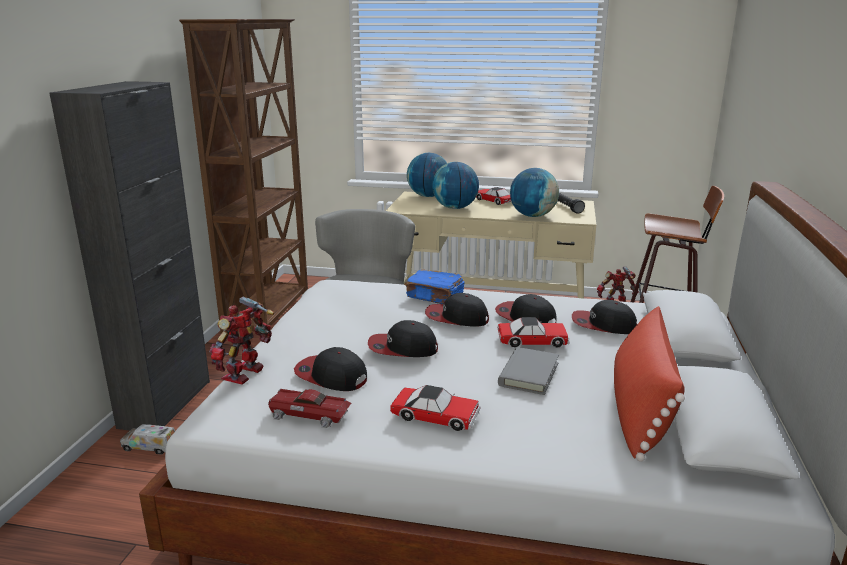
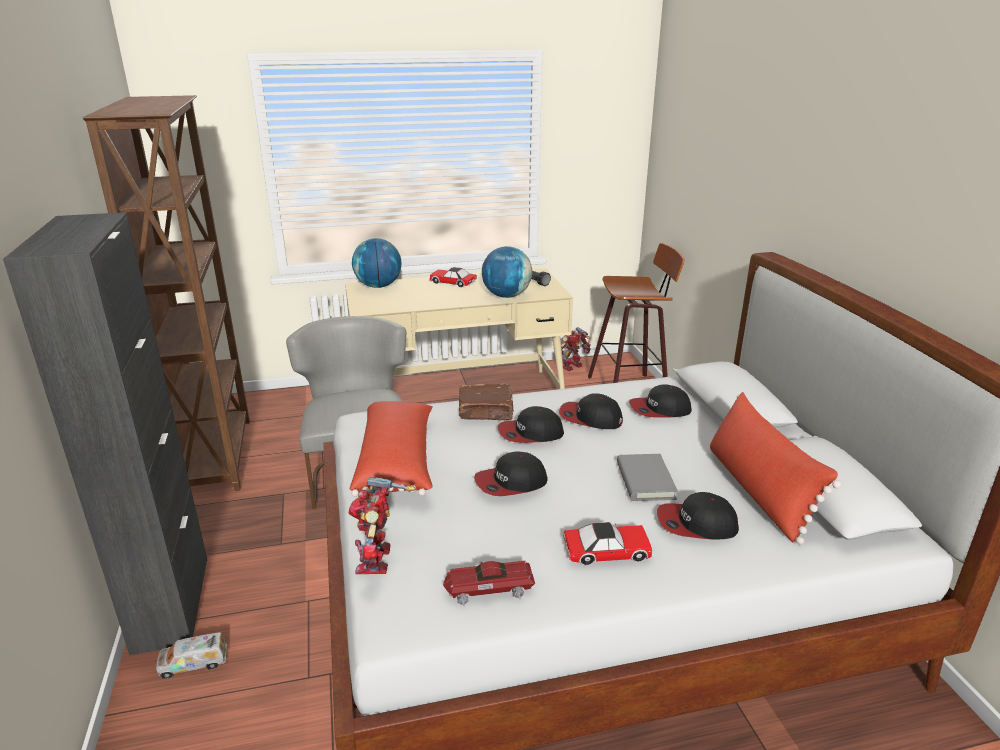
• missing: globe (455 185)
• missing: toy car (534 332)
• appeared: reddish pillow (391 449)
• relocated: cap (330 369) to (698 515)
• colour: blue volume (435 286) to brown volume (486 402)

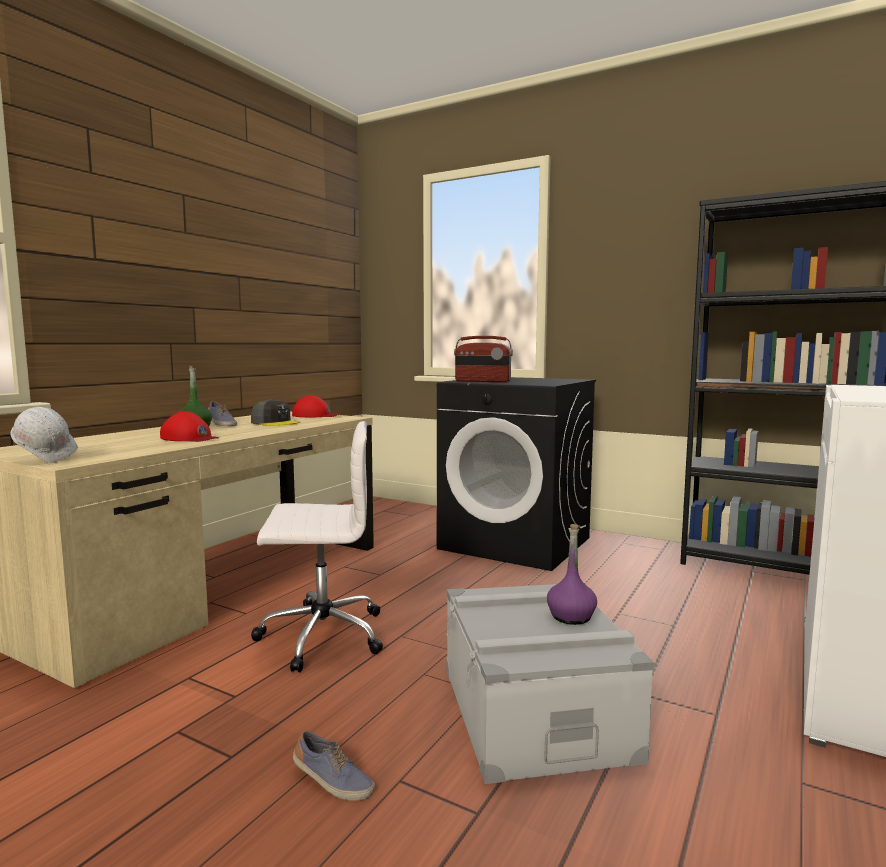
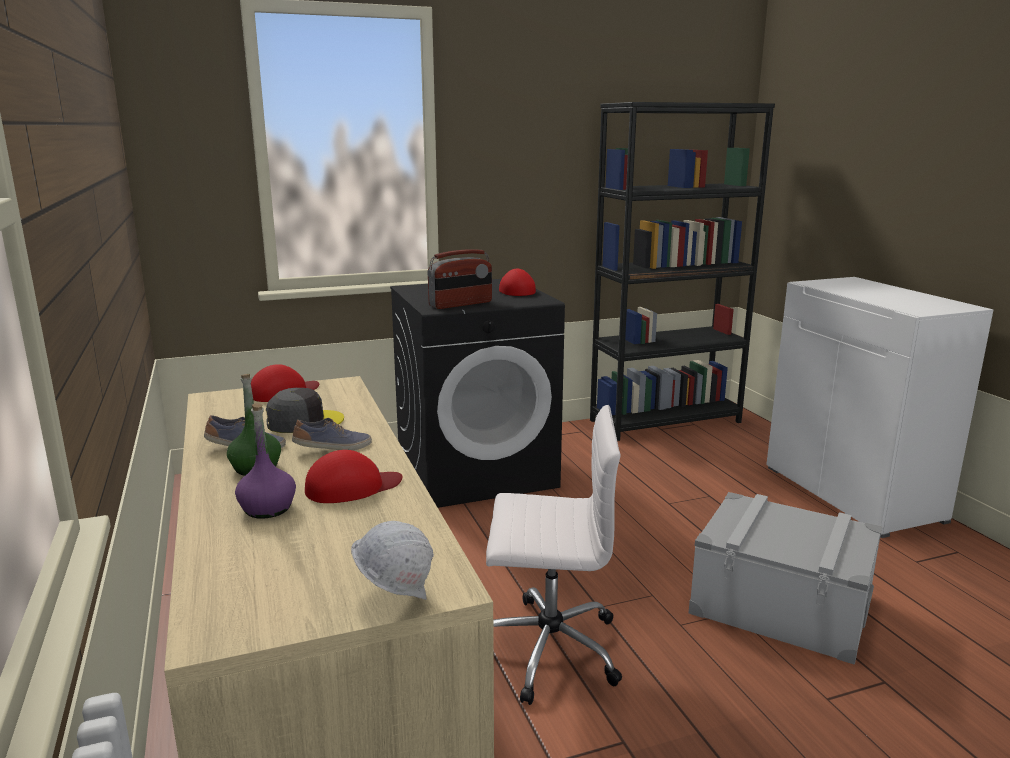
• appeared: reddish cap (517 282)
• relocated: shoe (334 765) to (332 434)
• relocated: purplish drink bottle (572 574) to (265 461)
• spun: white-coloured desk chair (317 546) = (554 555) 60 degrees clockwise

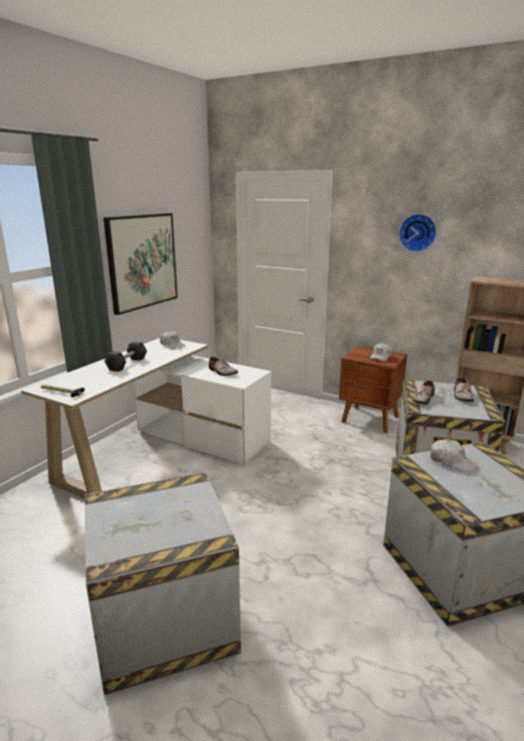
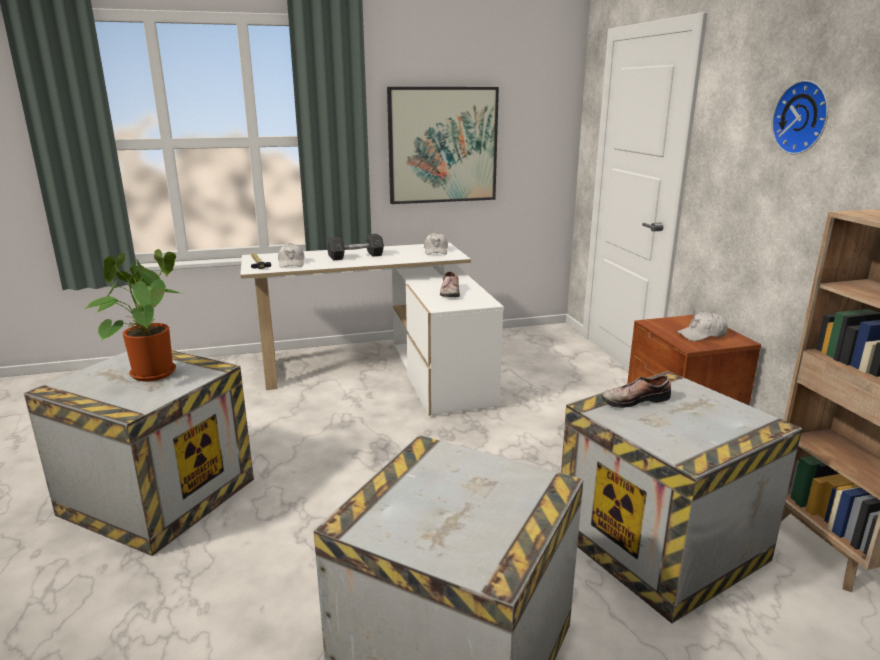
• missing: shoe (464 389)
• appeared: plant in a pot (133 315)
• relocated: white-coloured cap (453 455) to (291 255)

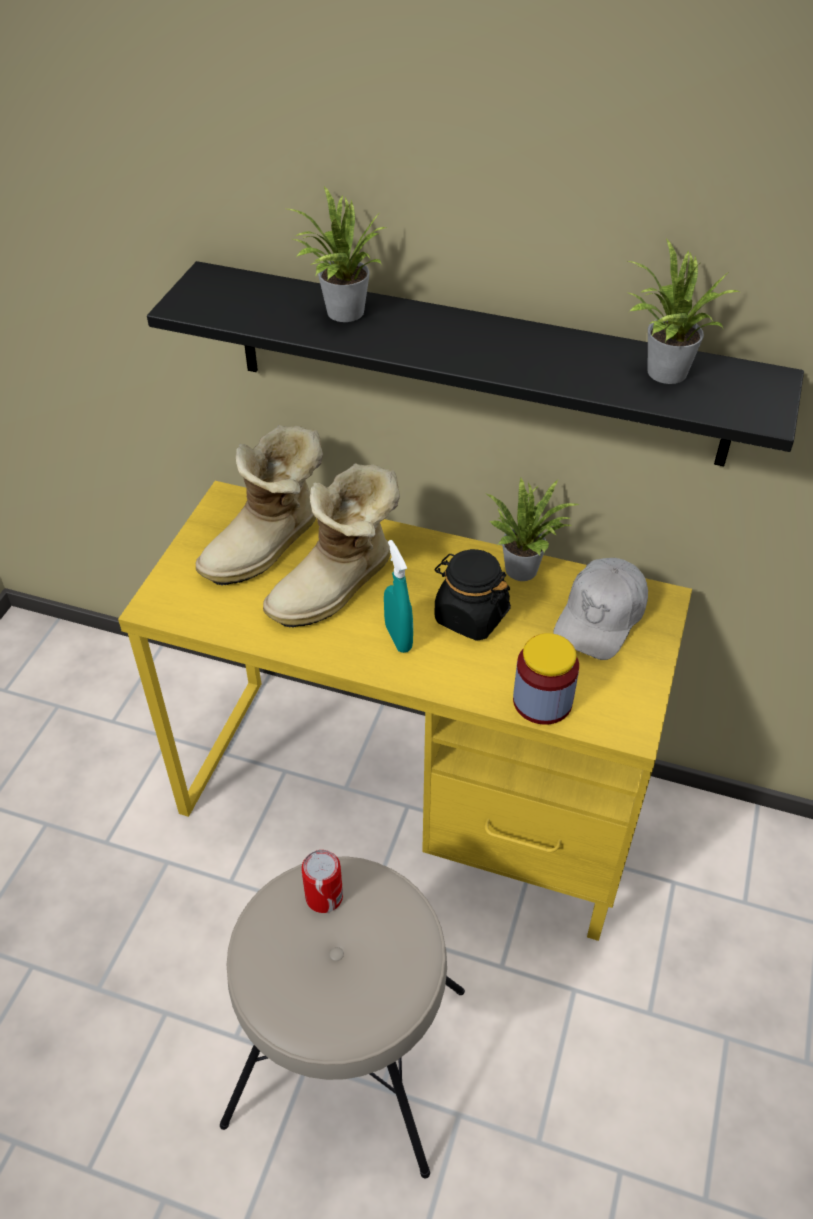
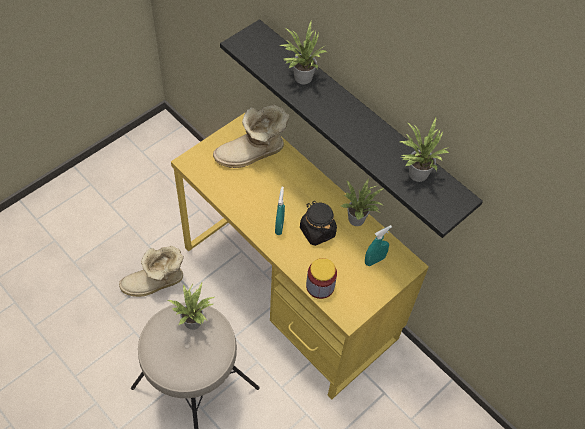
• relocated: tall boot (331 545) to (151 271)
• exchanged: sealed can (322 881) to plant in a pot (191 306)
• exchanged: white-coloured cap (600 609) to turquoise-coloured hand sprayer (378 245)

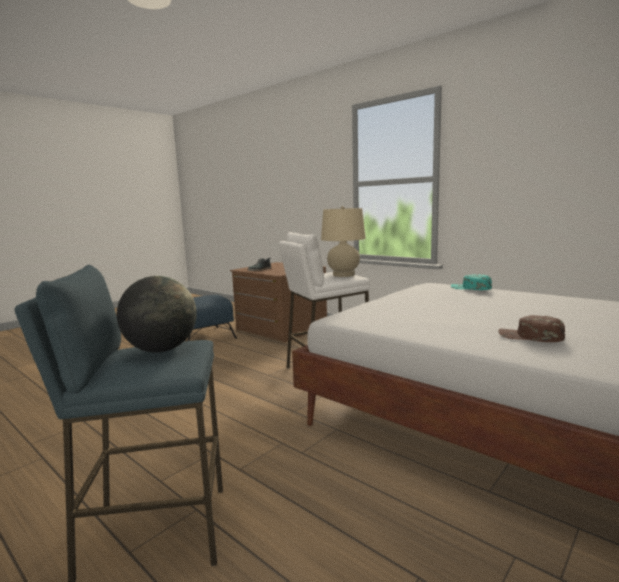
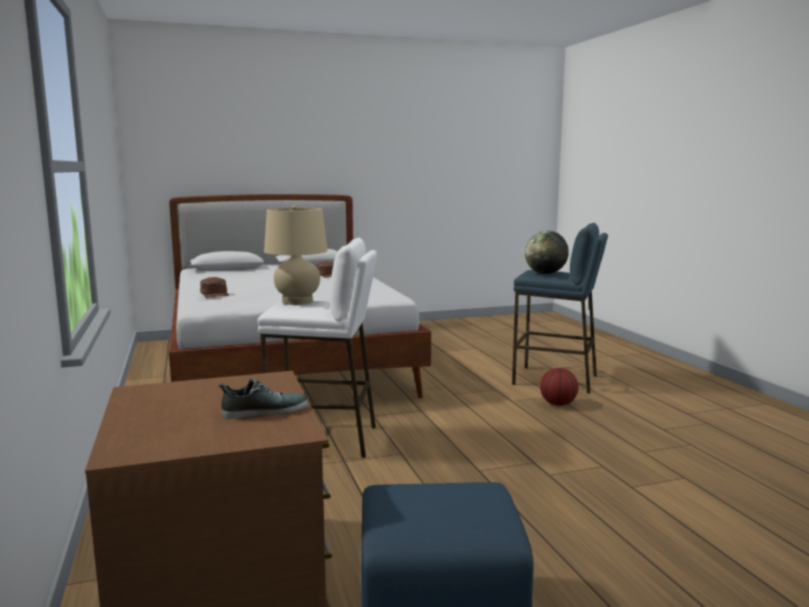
• appeared: ball for basketball (559 387)
• colour: turquoise-coloured cap (471 282) to brown cap (214 287)

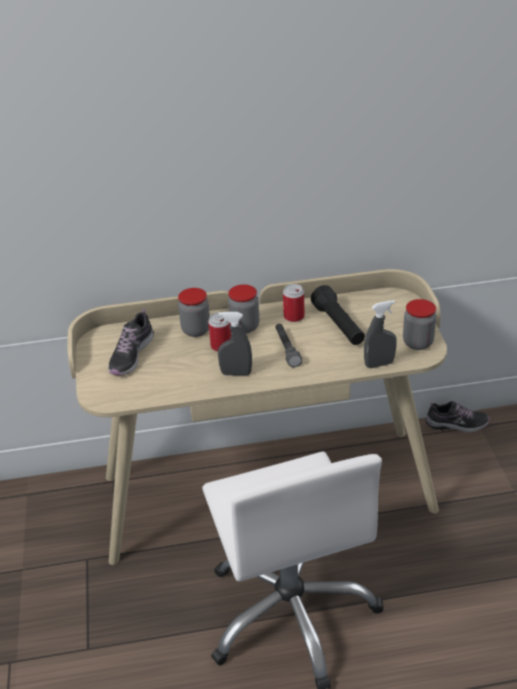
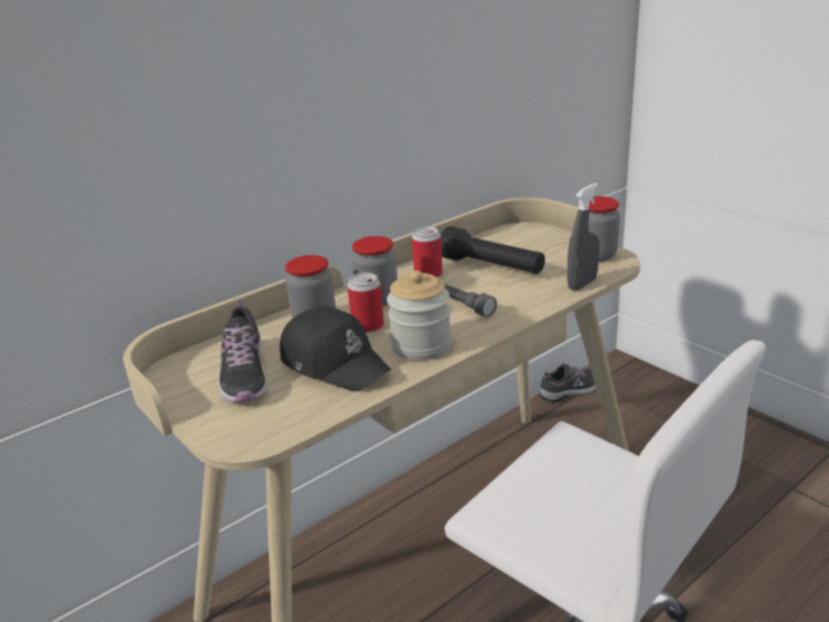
• appeared: blackish cap (336 348)
• exchanged: gray hand sprayer (235 344) to jar (419 315)

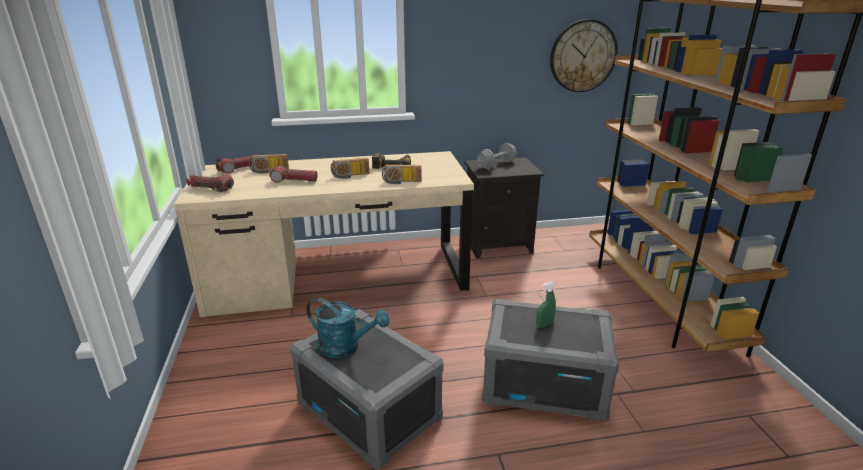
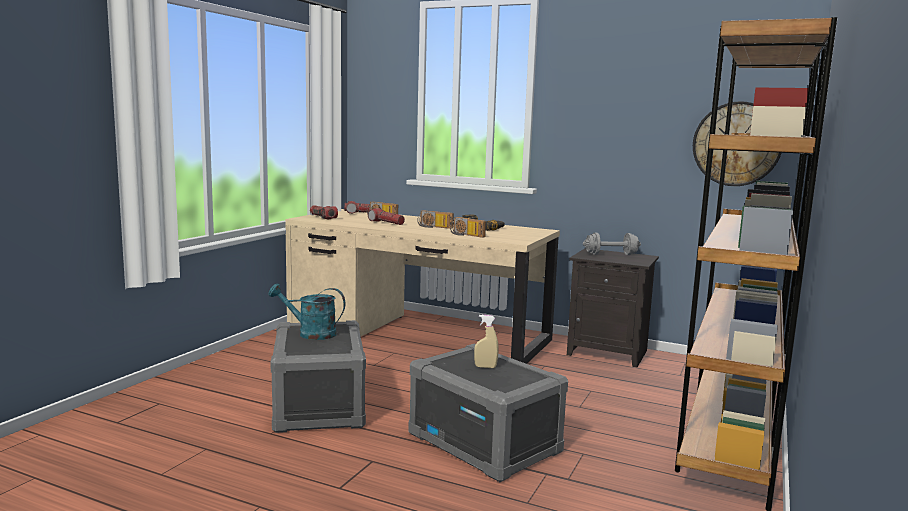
• colour: greenish hand sprayer (546 304) to sand-coloured hand sprayer (486 341)
• spun: turquoise-coloured sprinkling can (347 327) = (306 311) 135 degrees clockwise

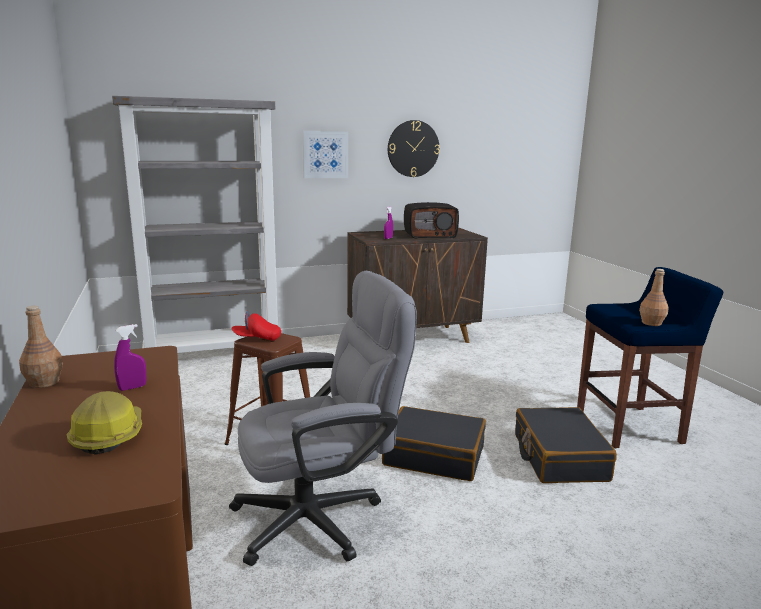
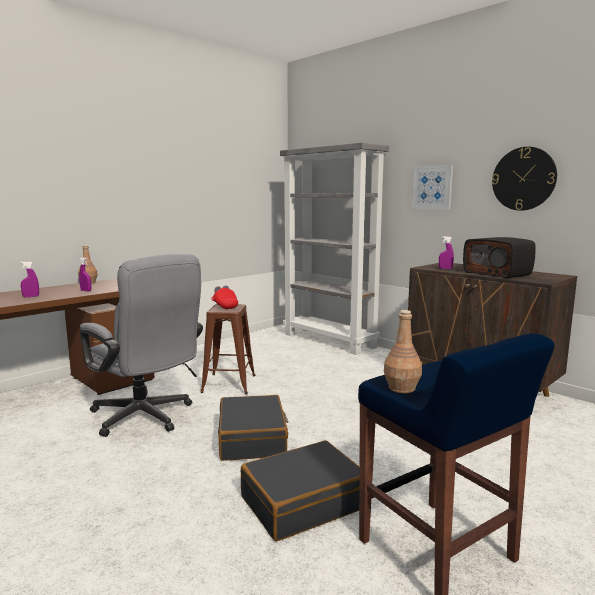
• exchanged: work helmet (104 423) to purplish hand sprayer (29 279)

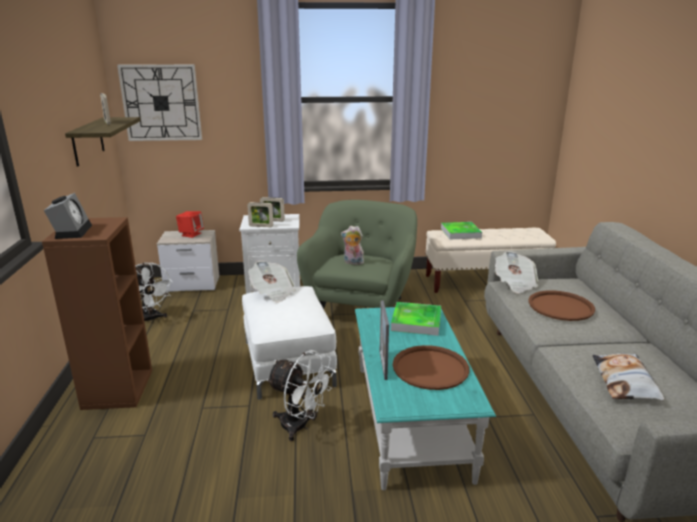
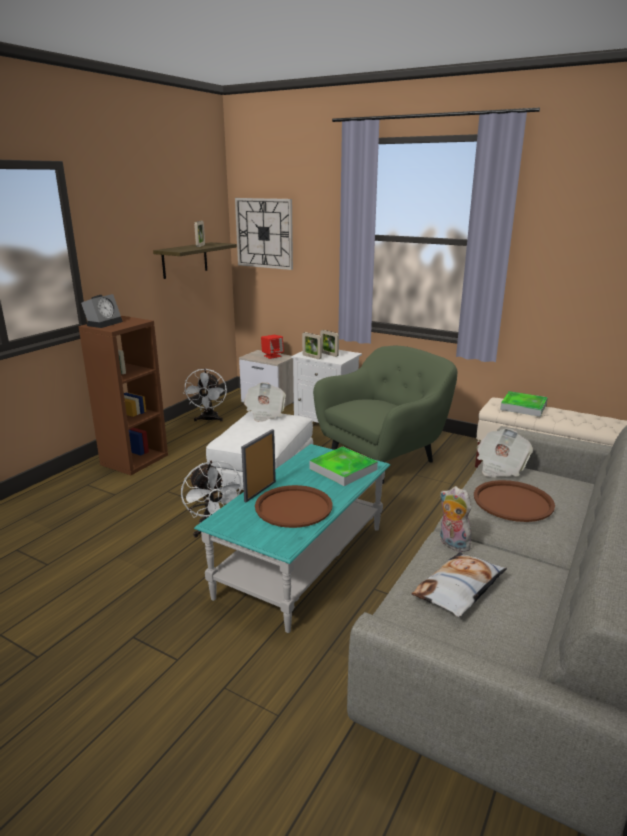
• relocated: cuddly toy (352 245) to (455 519)

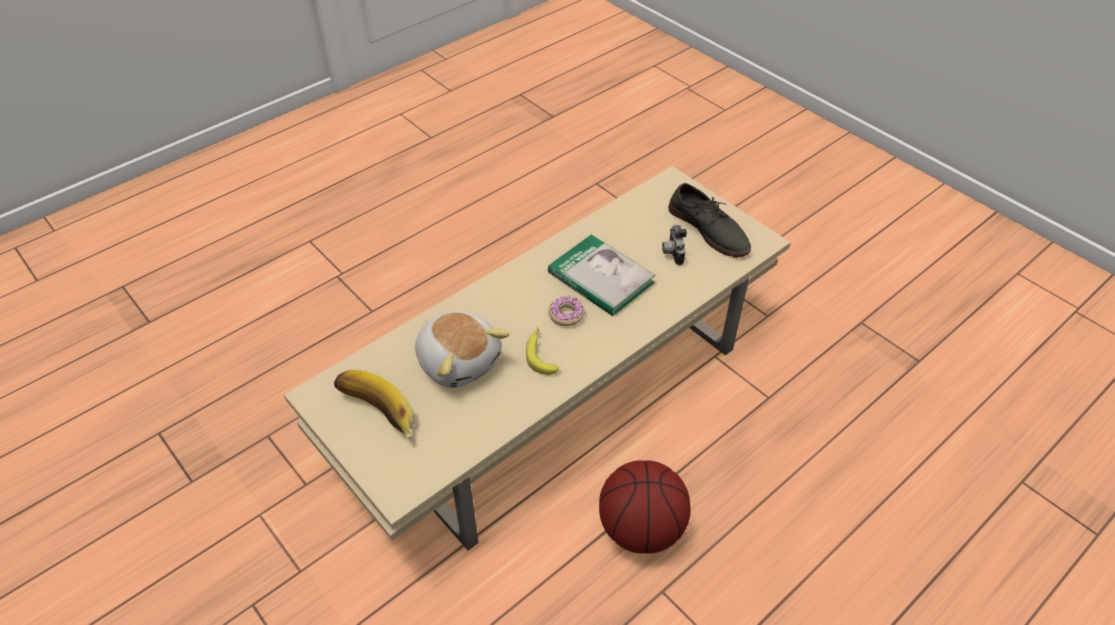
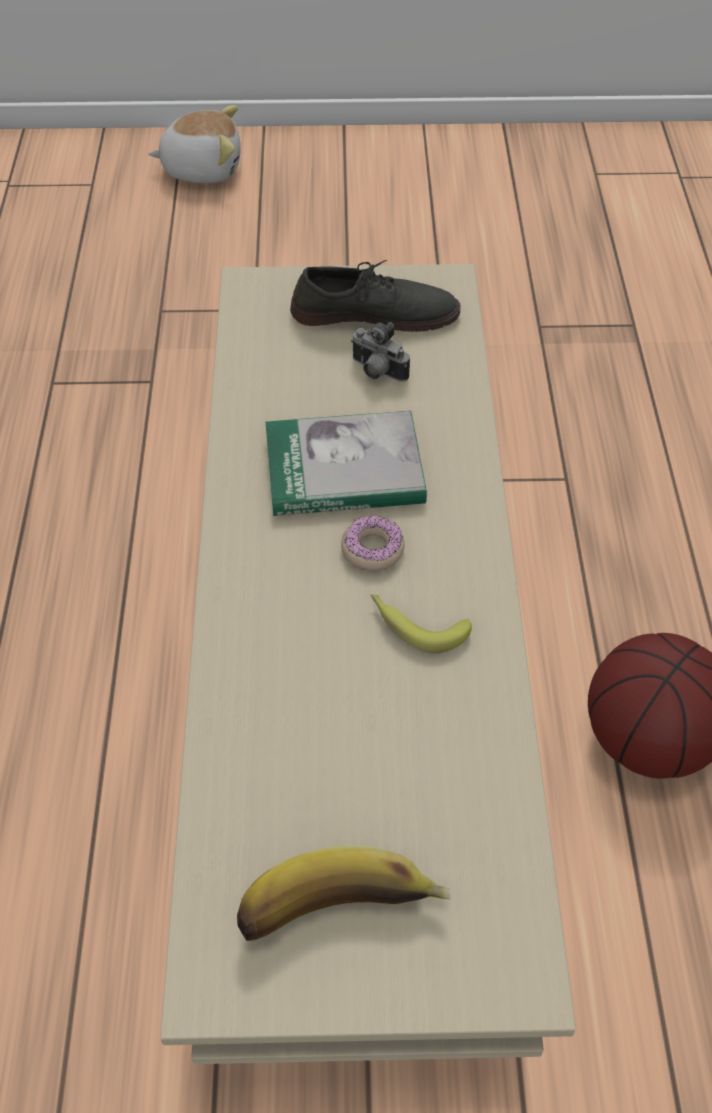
• relocated: cuddly toy (462 349) to (194 144)

